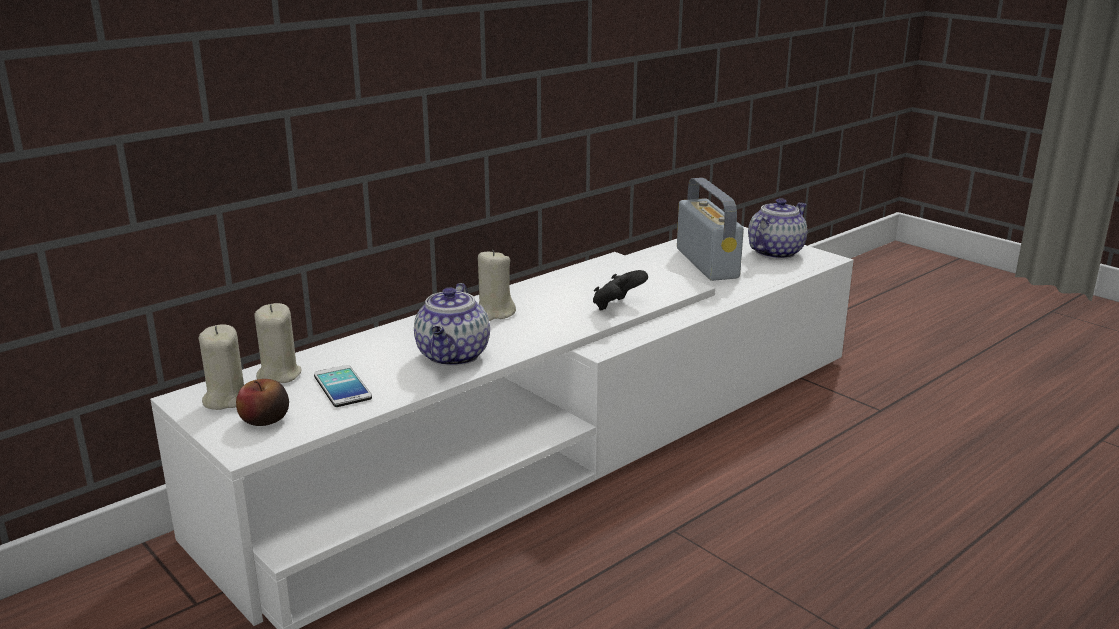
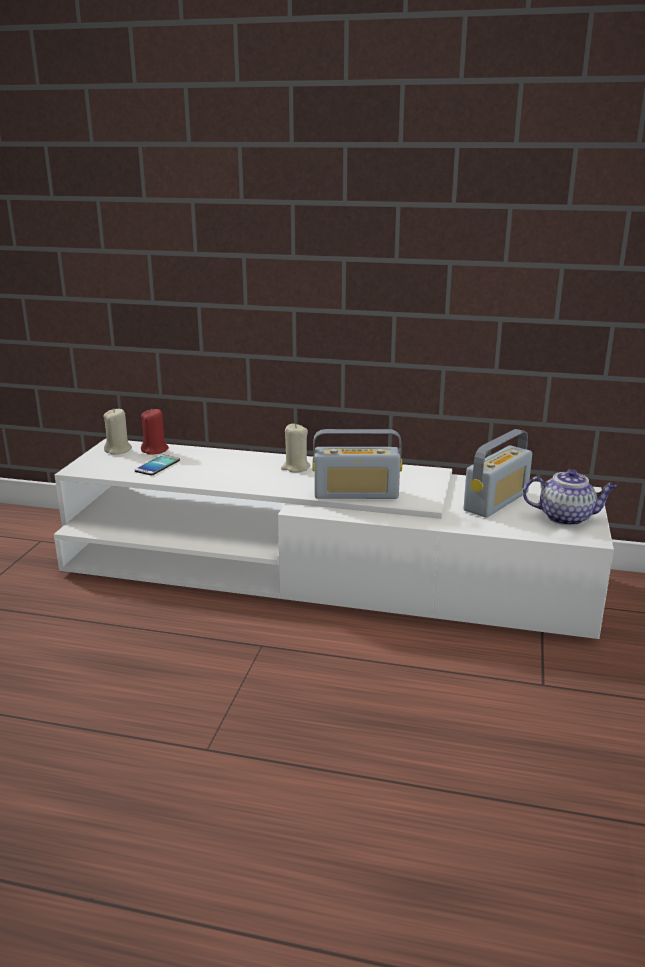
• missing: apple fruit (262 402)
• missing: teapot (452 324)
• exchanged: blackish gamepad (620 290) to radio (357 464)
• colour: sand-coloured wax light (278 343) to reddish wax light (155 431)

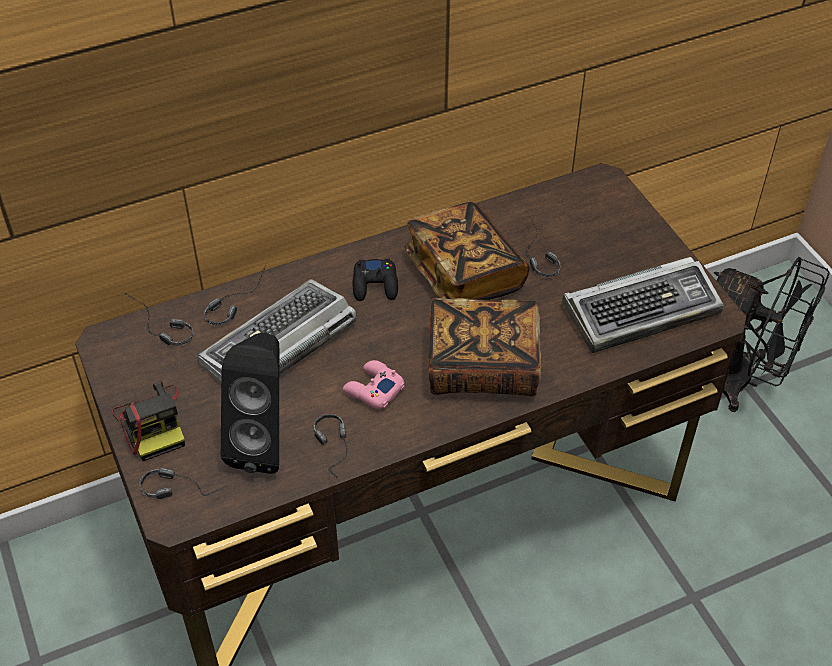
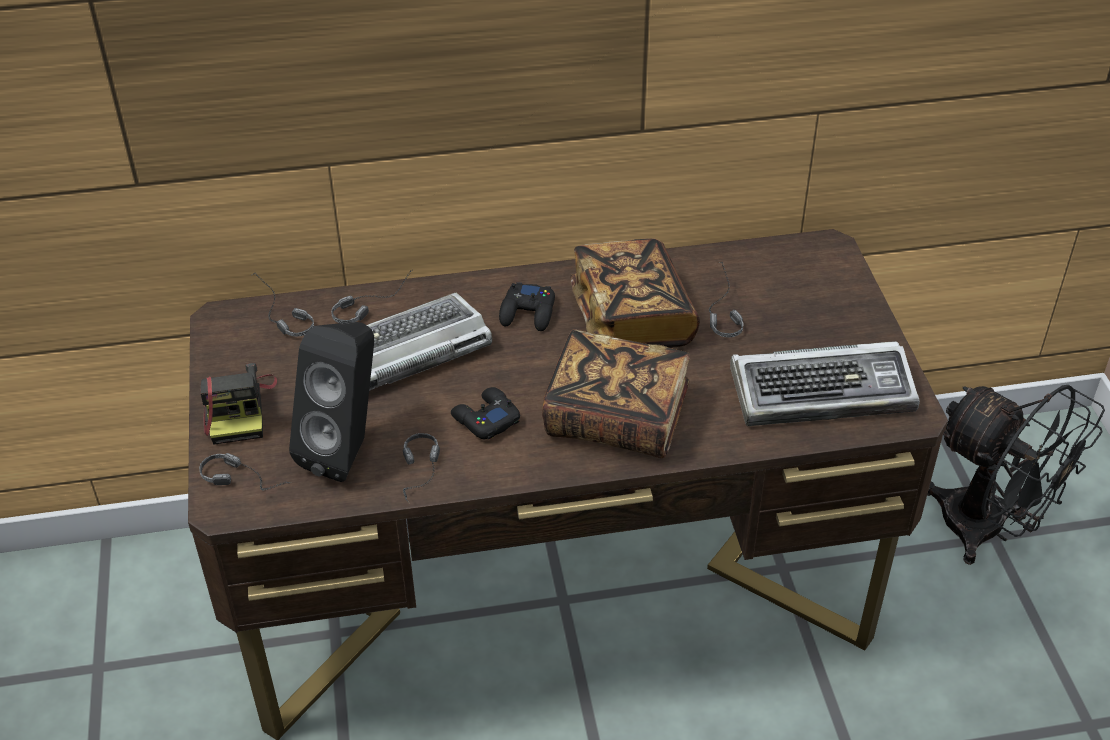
• colour: pink-coloured gamepad (373 384) to blackish gamepad (485 413)

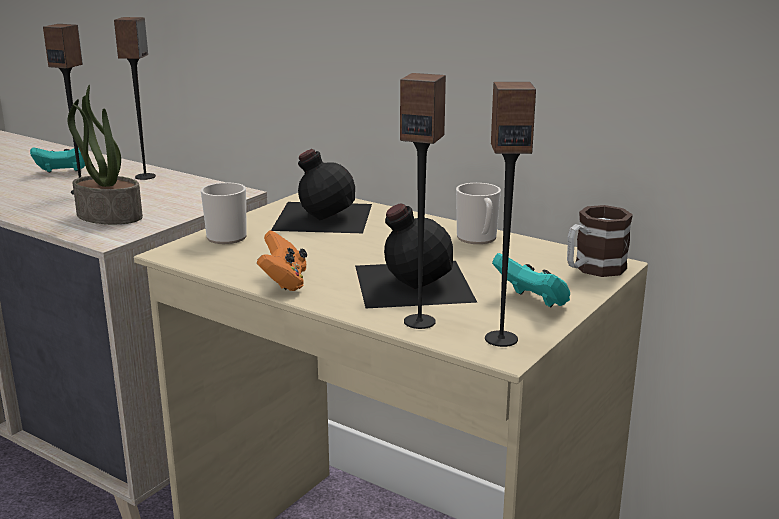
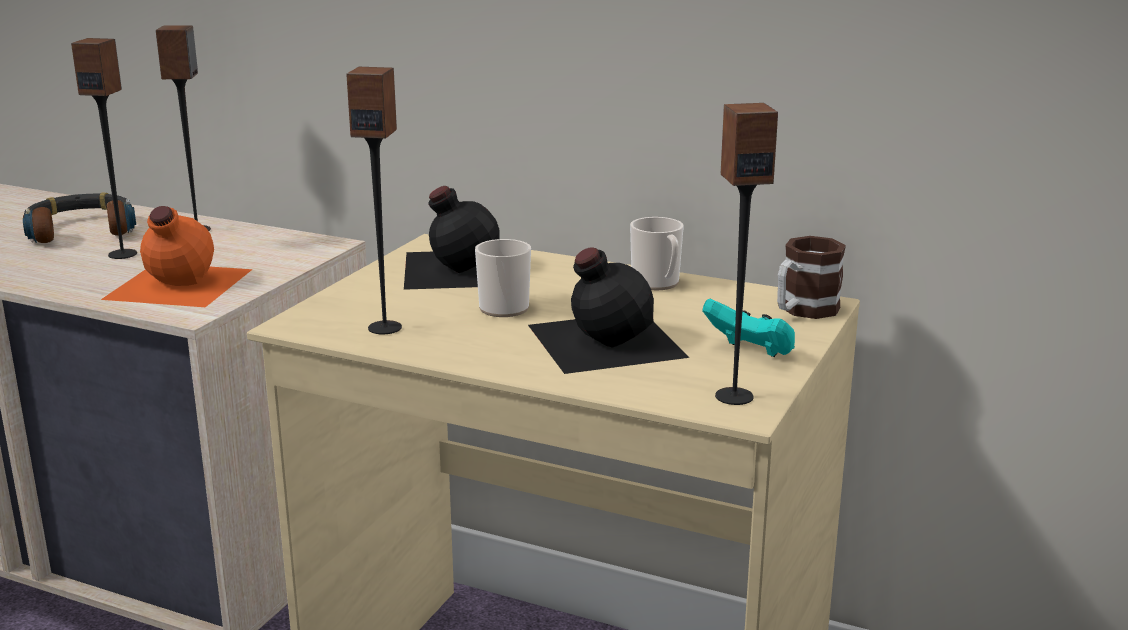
• missing: orange gamepad (282 260)
• relocated: mug (224 213) to (503 278)
• relocated: audio speaker (423 201) to (374 200)
• exchanged: turquoise-coloured gamepad (57 160) to pair of headphones (79 218)
• exchanged: plant in a pot (105 154) to orange drink bottle (177 256)

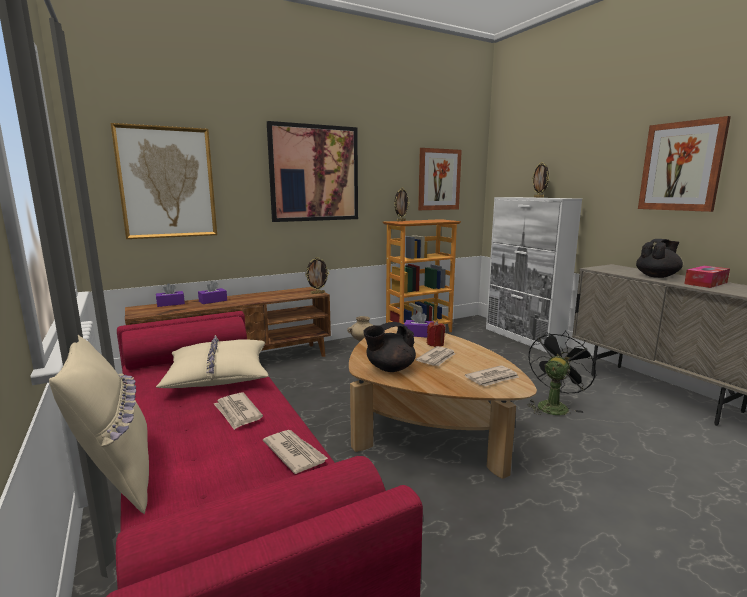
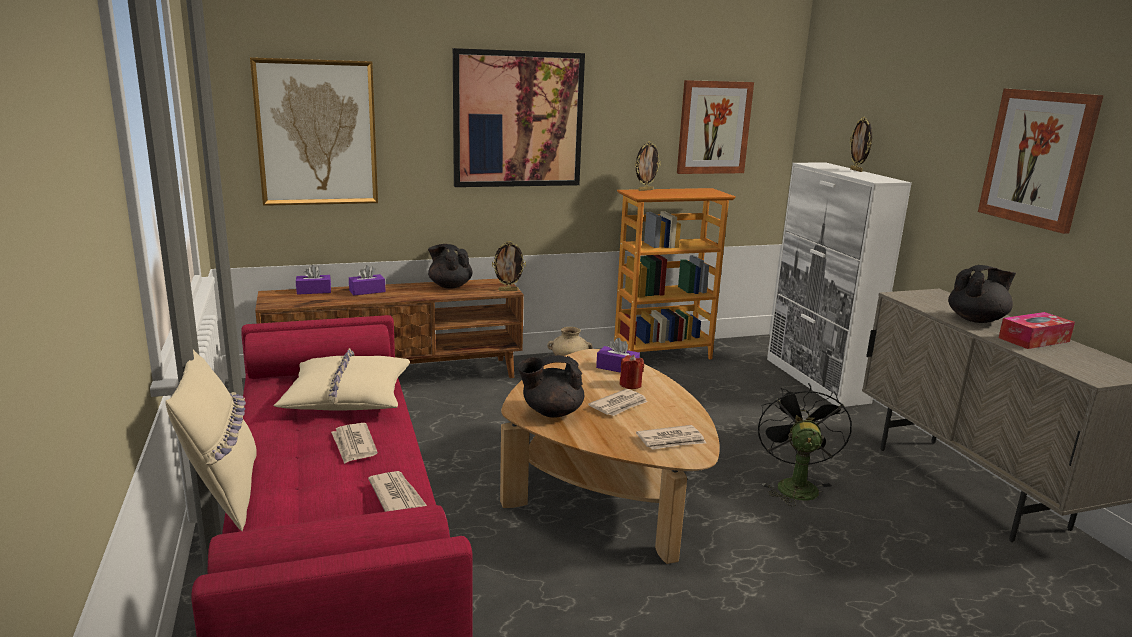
• appeared: blackish teapot (450 266)
• spun: blackish fan (562 372) = (805 444) 45 degrees counterclockwise

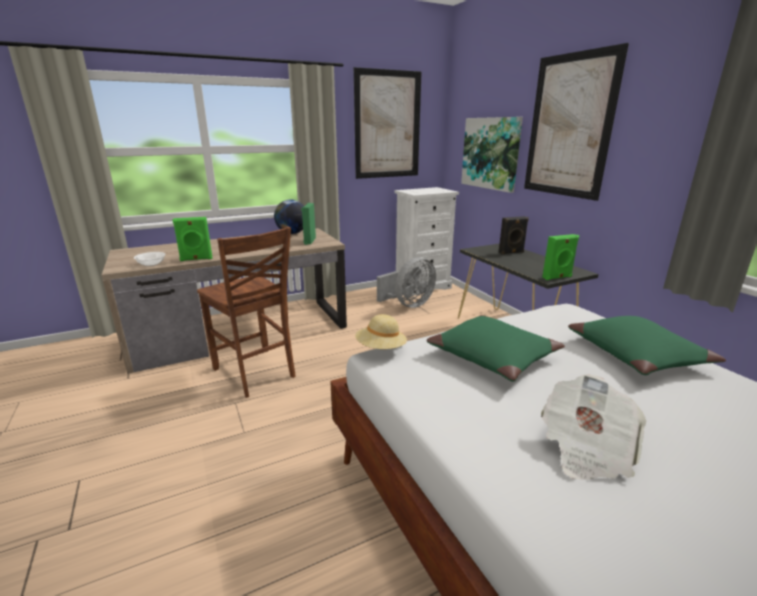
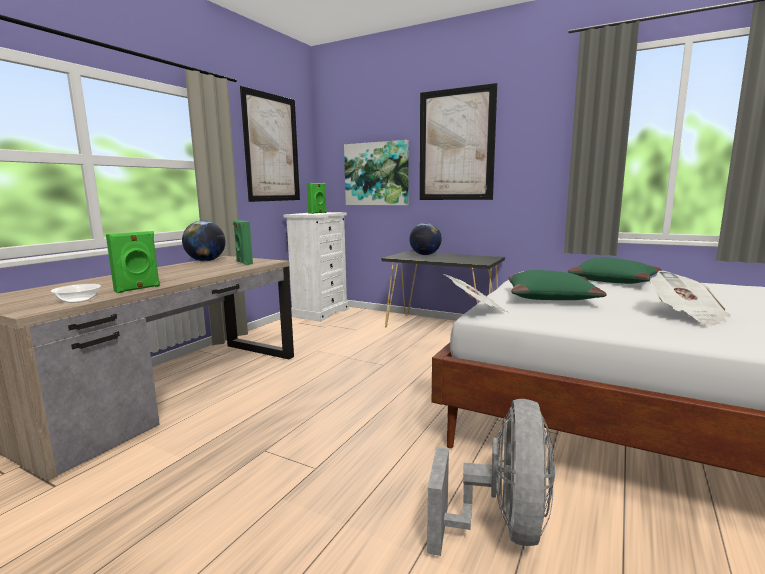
• missing: brown upright chair (246 312)
• relocated: gray fan (406 282) to (491 477)
• relocated: greenish audio speaker (560 257) to (317 198)
• exchanged: sand-coloured wearable hat (381 331) to printed paper (475 293)
• exchanged: blackish audio speaker (514 235) to globe (425 239)

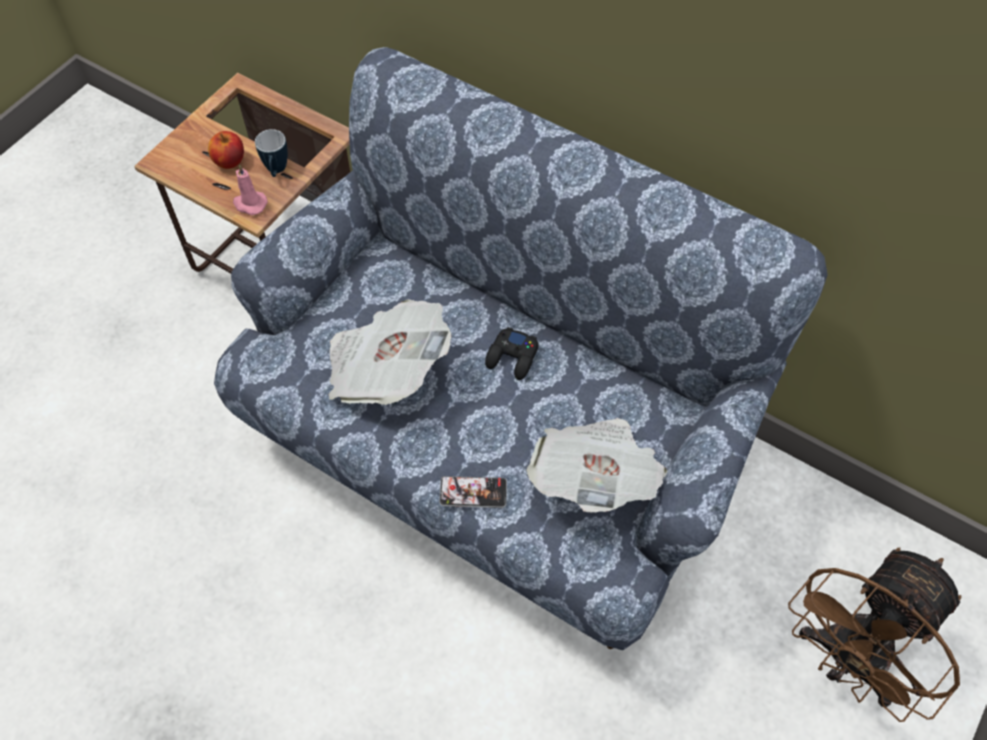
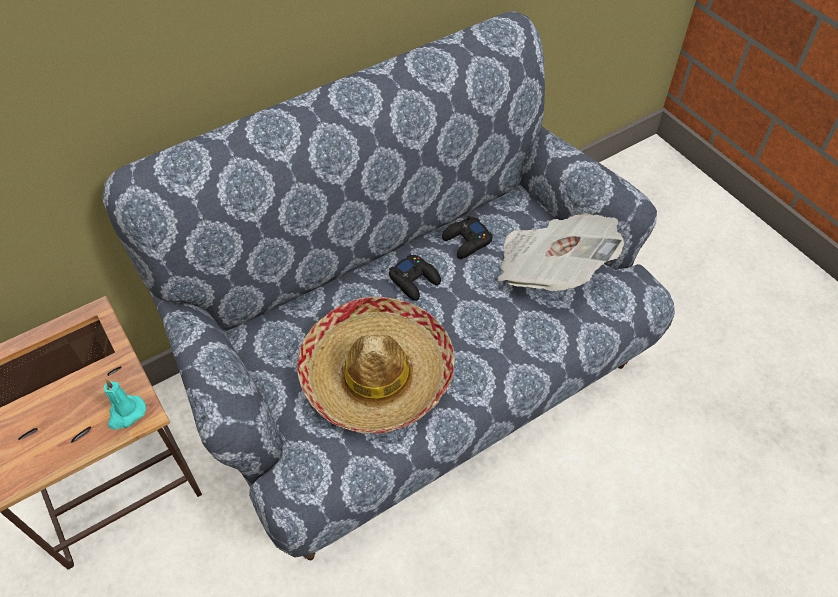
• missing: apple fruit (226 150)
• missing: mug (271 153)
• missing: phone (473 492)
• missing: brown fan (875 635)
• appeared: blackish gamepad (467 237)
• exchanged: printed paper (390 352) to wearable hat (376 365)
• colour: pink-coloured wax light (250 189) to turquoise-coloured wax light (125 404)

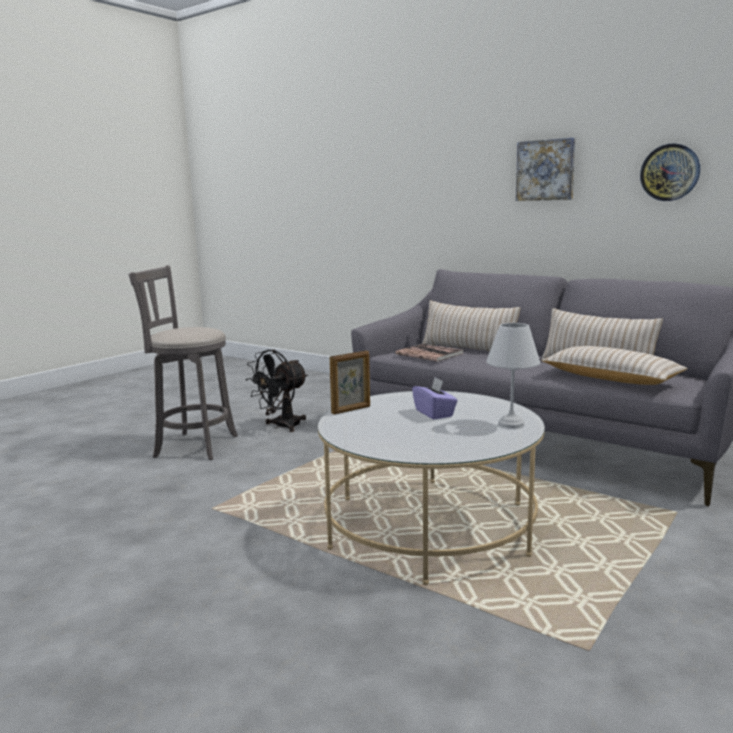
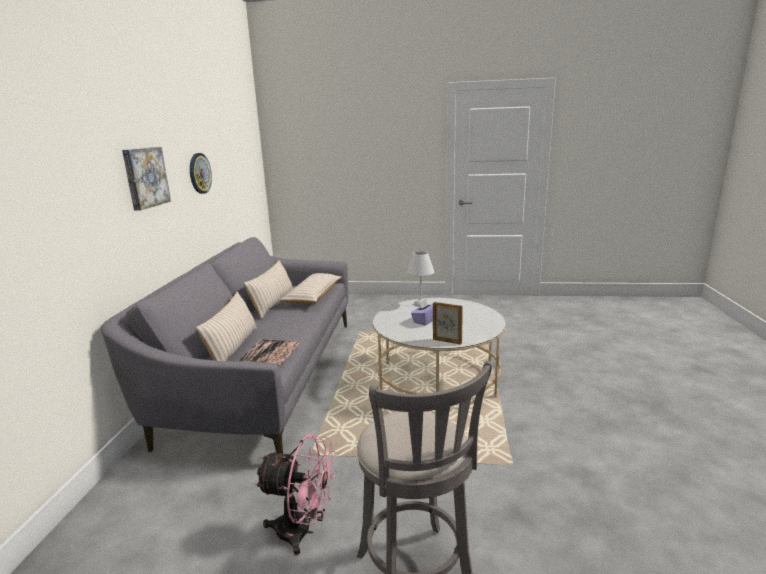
• colour: blackish fan (277 391) to pink-coloured fan (295 494)

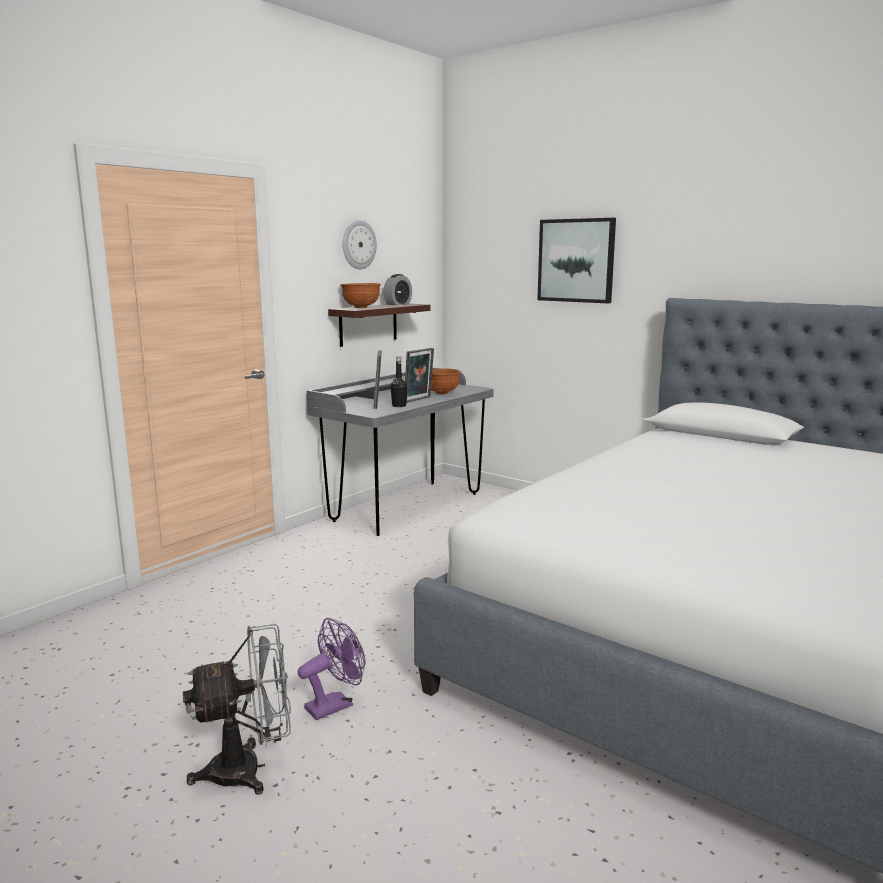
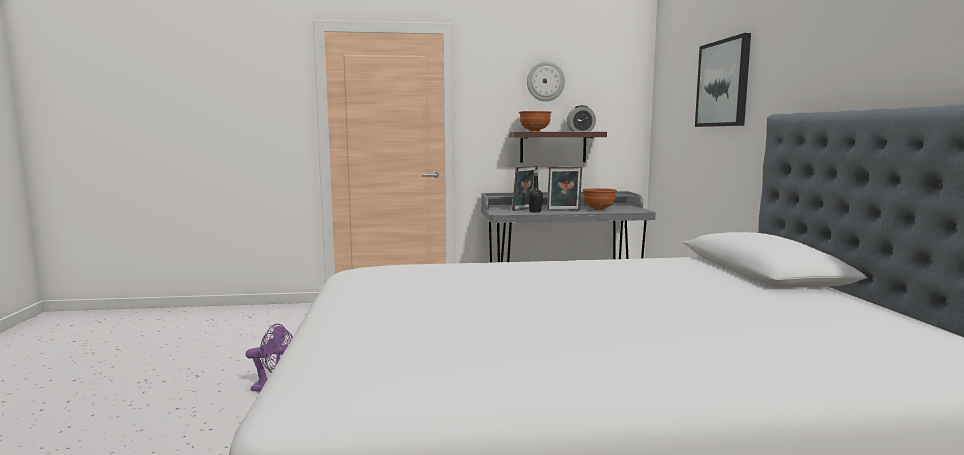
• missing: gray fan (237 709)

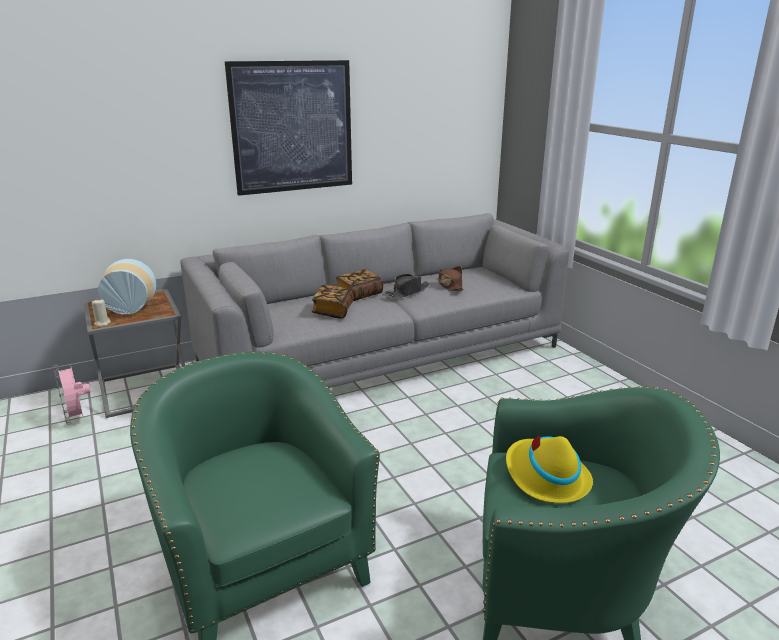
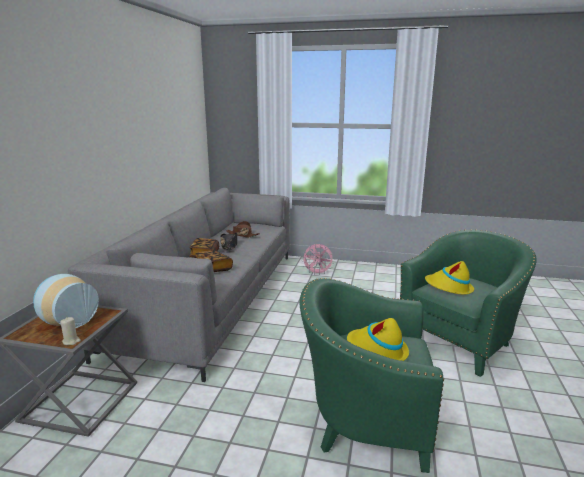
• missing: wall picture (288 128)
• appeared: yellow wearable hat (378 339)
• relocated: pink-coloured fan (72 394) to (317 259)

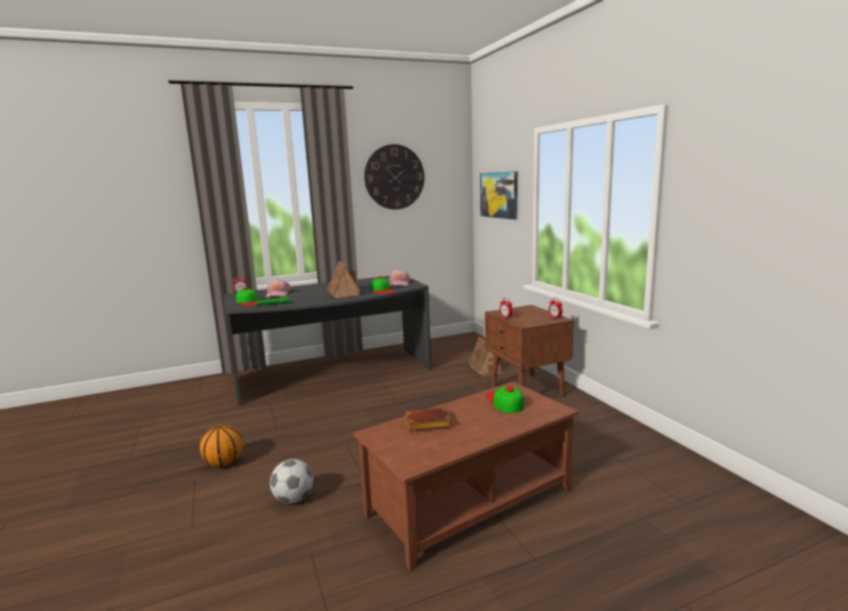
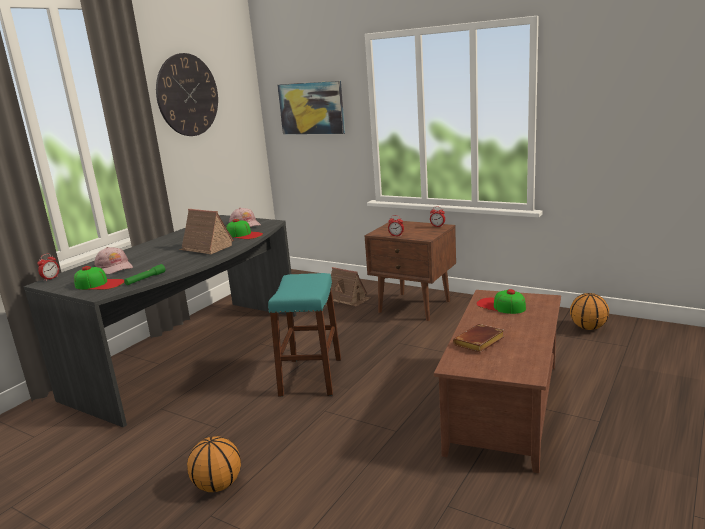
• missing: ball for football (291 481)
• appeared: turquoise-coloured stool (304 334)
• appeared: ball for basketball (589 311)

